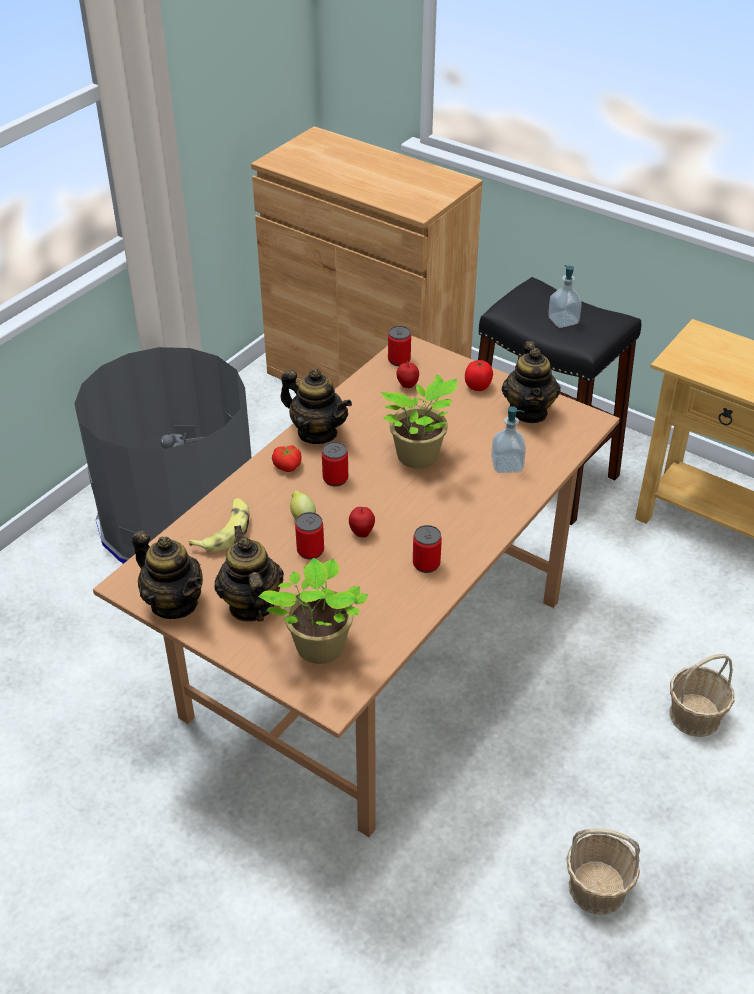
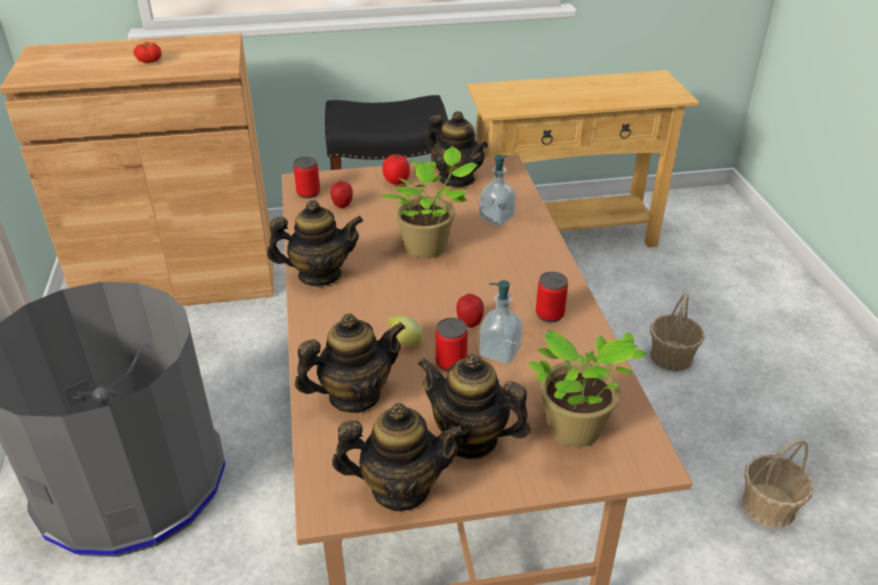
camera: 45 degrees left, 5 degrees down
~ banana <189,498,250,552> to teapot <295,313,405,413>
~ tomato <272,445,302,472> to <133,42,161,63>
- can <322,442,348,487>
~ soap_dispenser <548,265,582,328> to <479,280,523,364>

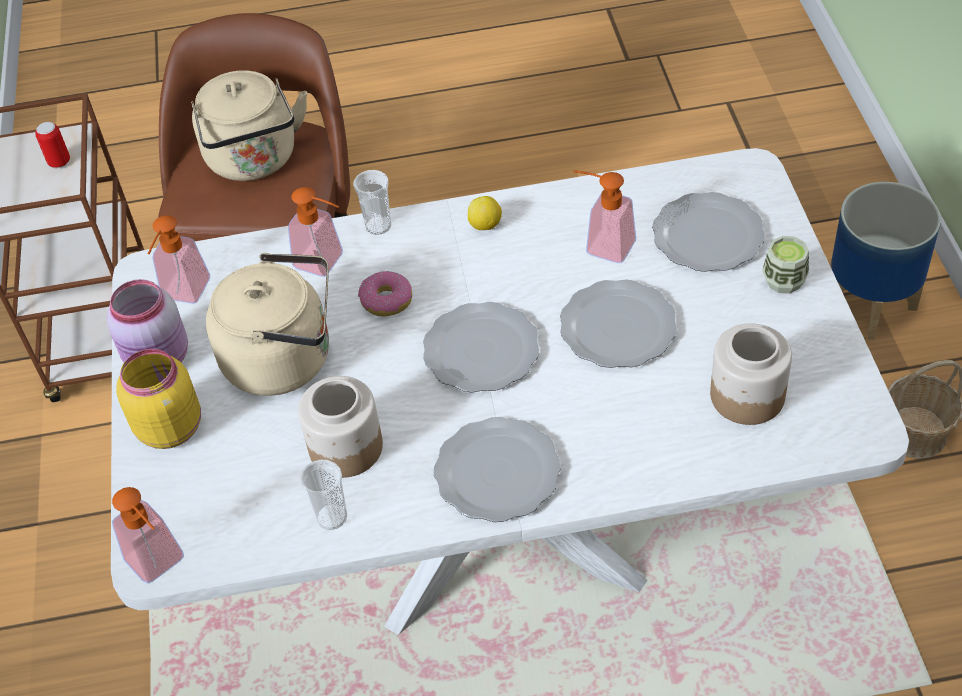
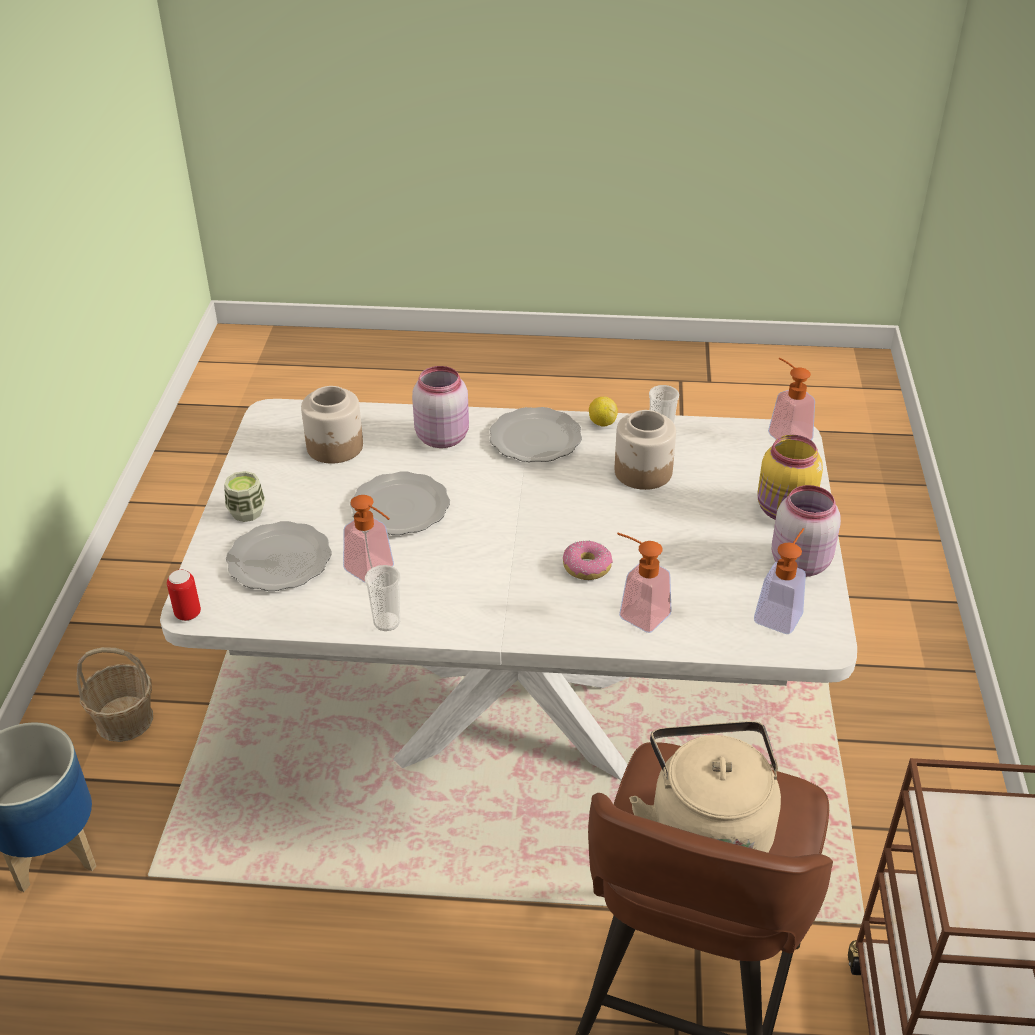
camera: 170 degrees left, 10 degrees down
~ can <35,122,70,168> to <167,570,201,621>
- beige_kettle <206,253,329,396>
~ cup <353,170,391,235> to <365,565,401,631>
- plate <423,302,540,393>
~ lemon <468,196,502,230> to <589,397,618,427>
+ pink_jar <412,366,469,448>

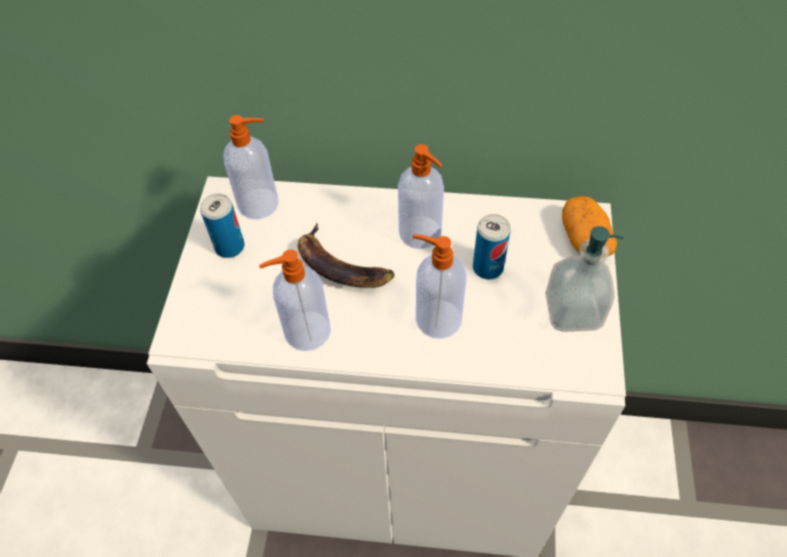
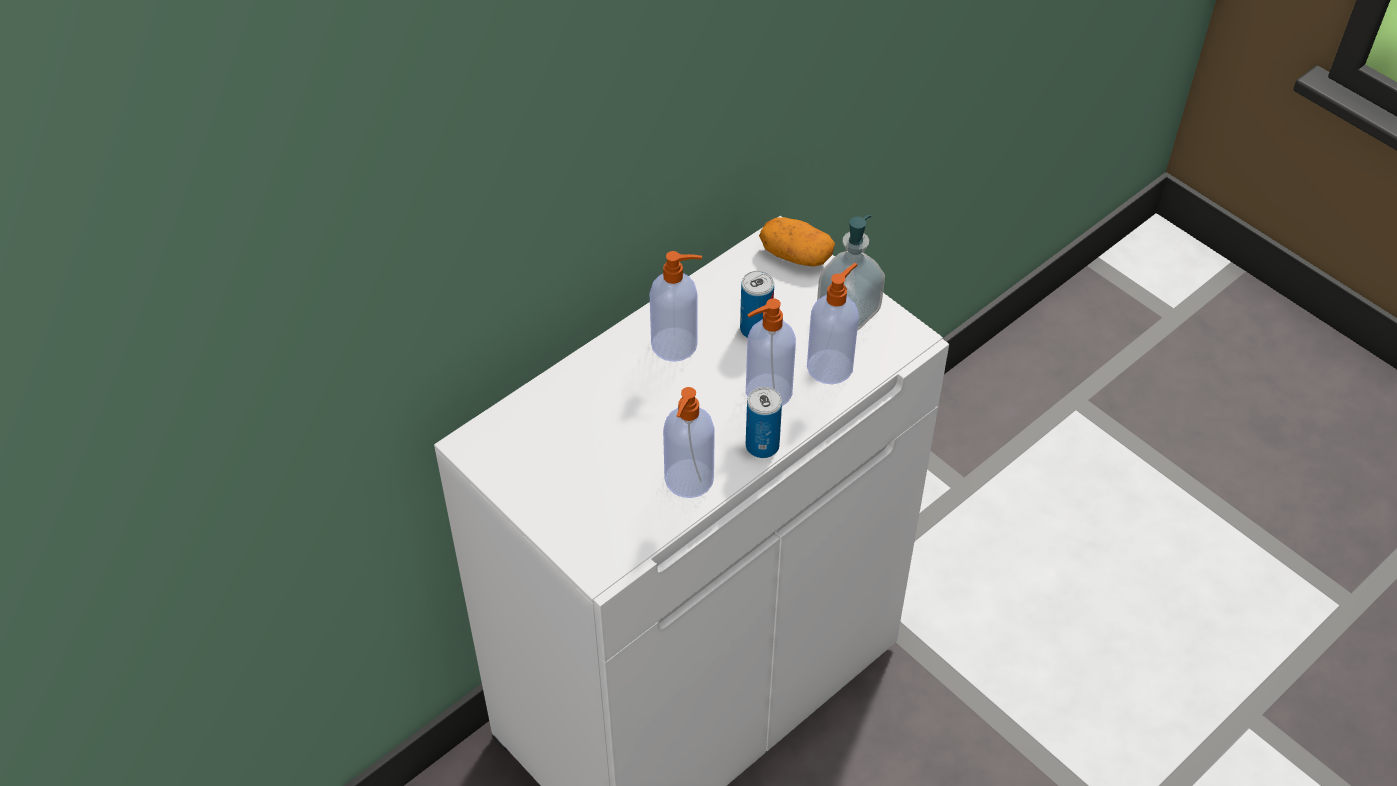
camera: 50 degrees left, 5 degrees down
~ can <200,193,244,258> to <746,387,782,458>
~ soap_dispenser <224,115,279,219> to <807,263,859,384>
- banana <298,223,395,288>

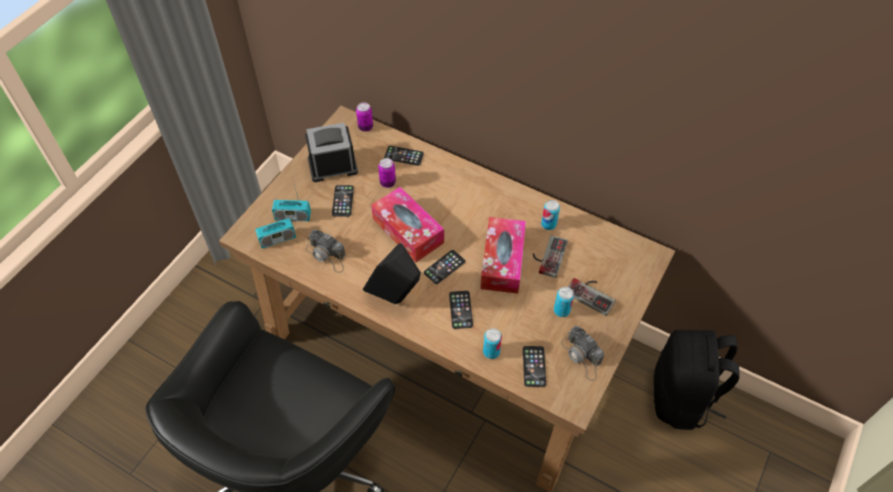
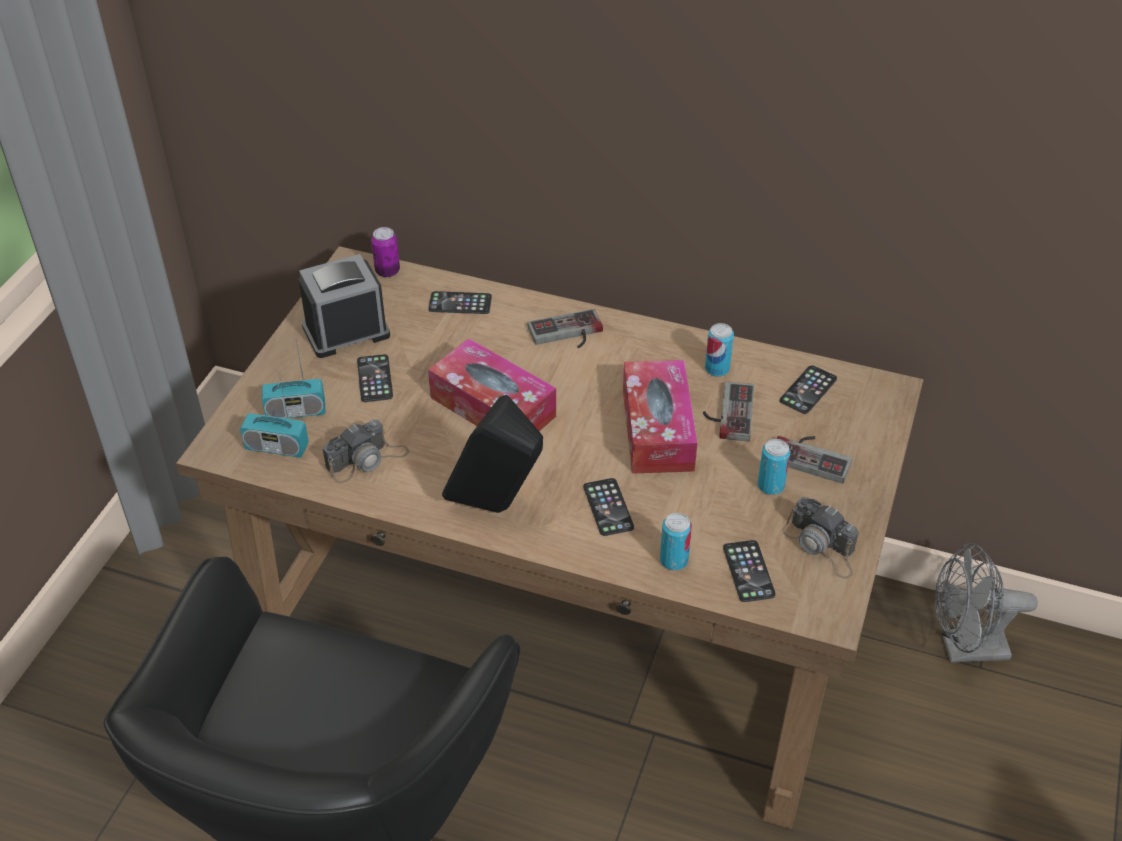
camera: 10 degrees left, 10 degrees down
~ radio <255,199,296,249> = <240,375,309,458> 45 degrees clockwise
~ photo_camera <306,230,346,273> = <323,420,409,483> 60 degrees counterclockwise
- can <378,158,396,188>
~ phone <424,250,465,284> to <780,365,837,414>
~ black_backpack <653,330,740,430> to grey_fan <935,543,1038,663>
+ game_controller <528,309,603,348>

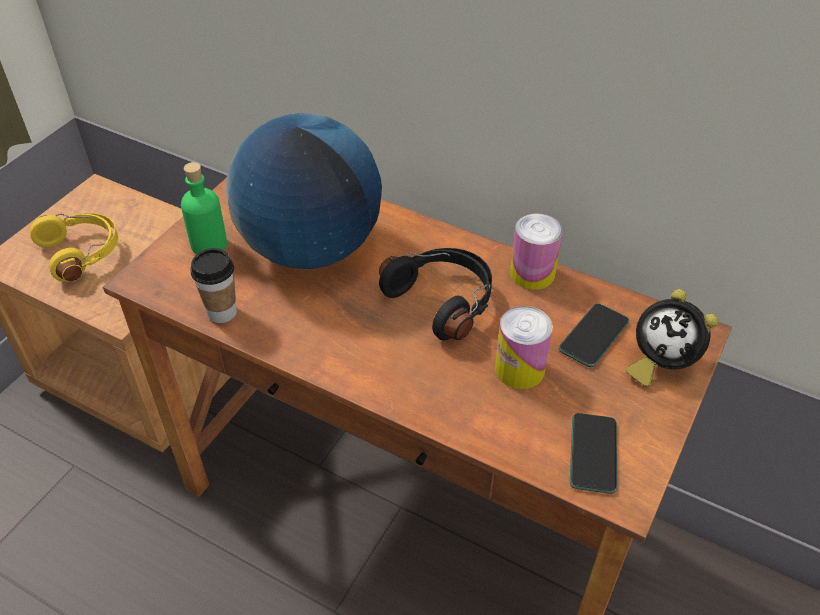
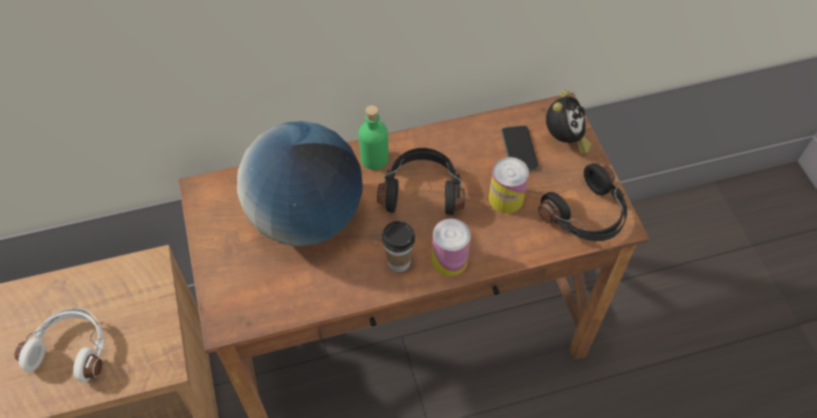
camera: 45 degrees left, 10 degrees up
~ yellow_headphones <30,213,118,282> to white_headphones <14,308,105,382>
~ green_bottle <181,162,227,254> to <359,105,389,170>
~ cup <190,248,237,323> to <382,221,415,272>
~ can <510,214,563,290> to <432,218,471,276>
~ phone <570,413,617,494> to black_headphones <538,163,627,241>
~ alarm_clock <626,289,718,386> = <546,90,591,155> 60 degrees counterclockwise

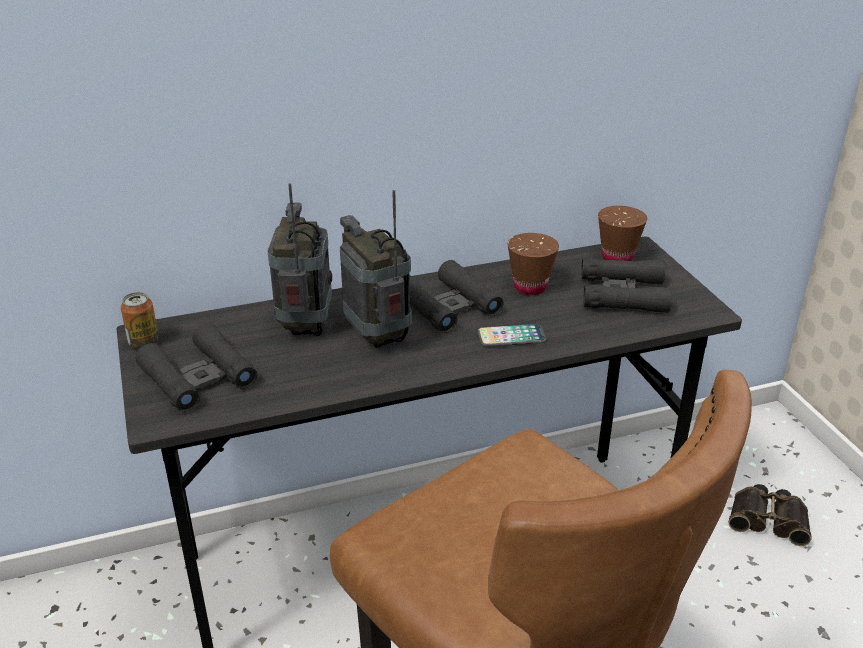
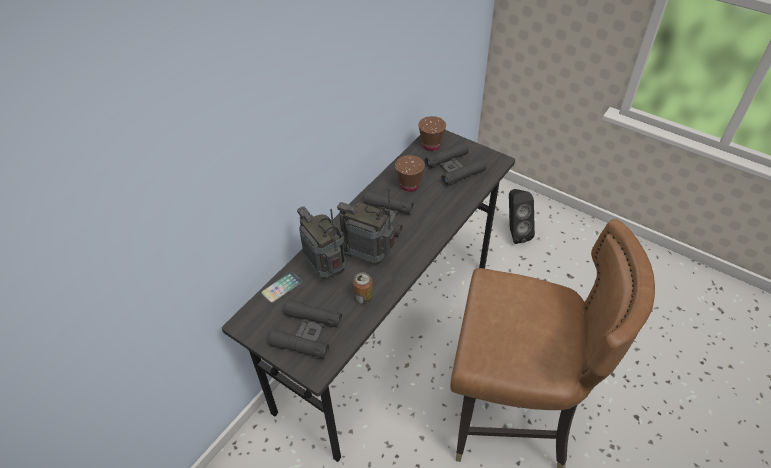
camera: 35 degrees left, 15 degrees up
~ can <121,292,159,349> to <353,272,373,304>
~ phone <477,324,546,347> to <261,272,302,304>
~ binoculars <729,484,811,546> to black_speaker <509,189,535,244>

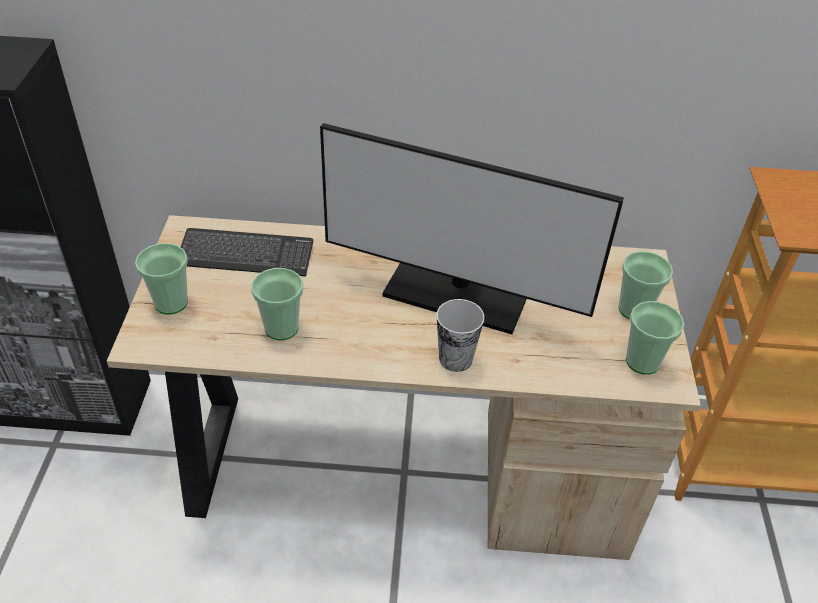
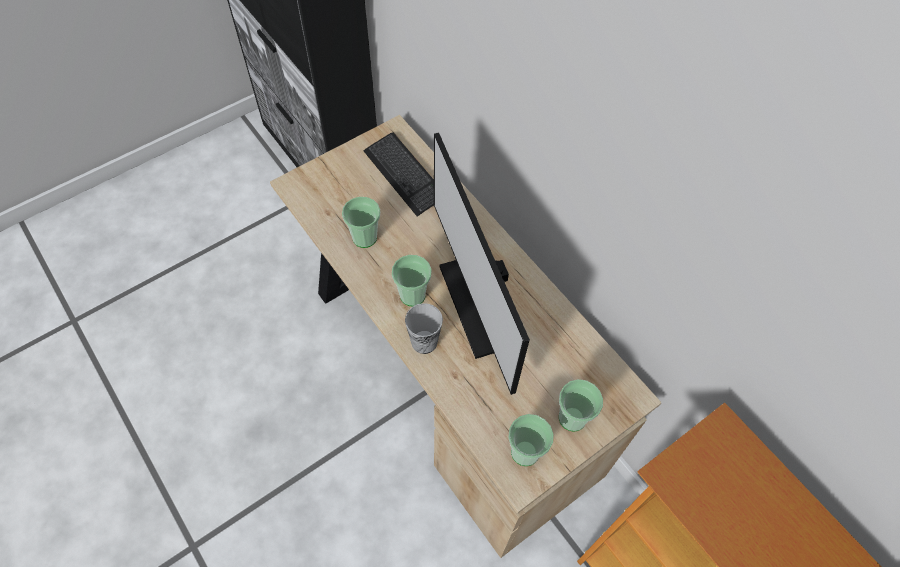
camera: 50 degrees right, 15 degrees up
~ cup <135,243,188,314> to <392,255,432,306>

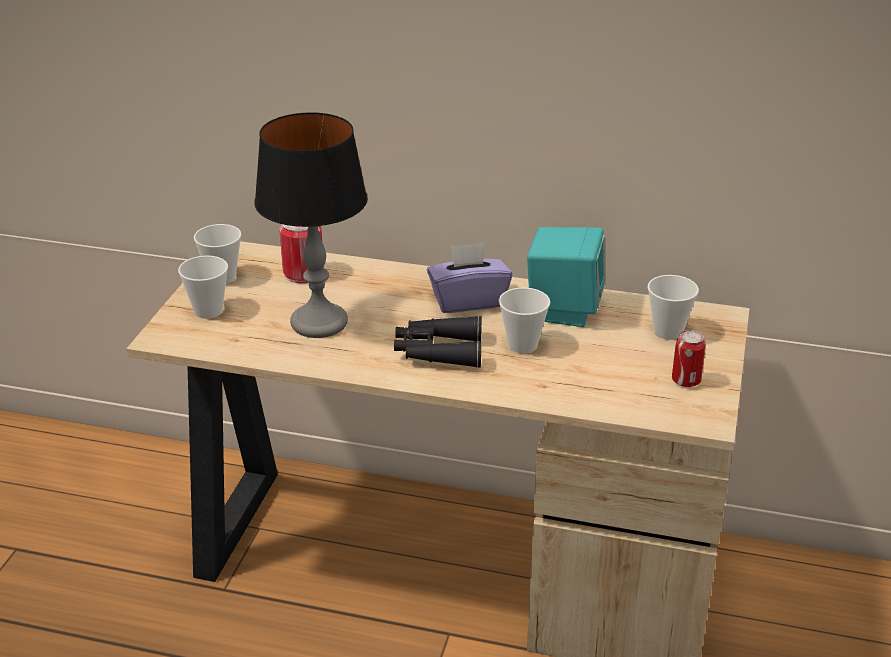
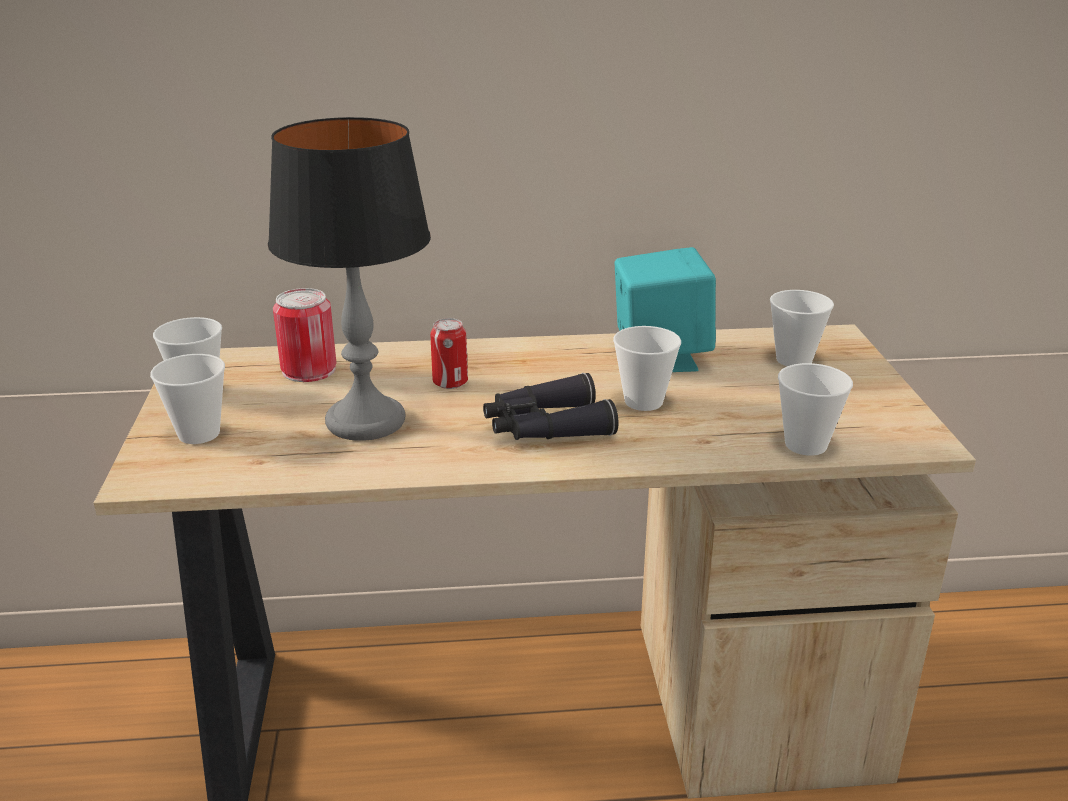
camera: 20 degrees left, 5 degrees down
- purple_tissue_box <427,243,512,313>
~ can <672,330,706,387> to <431,318,468,389>
+ cup <778,363,853,456>

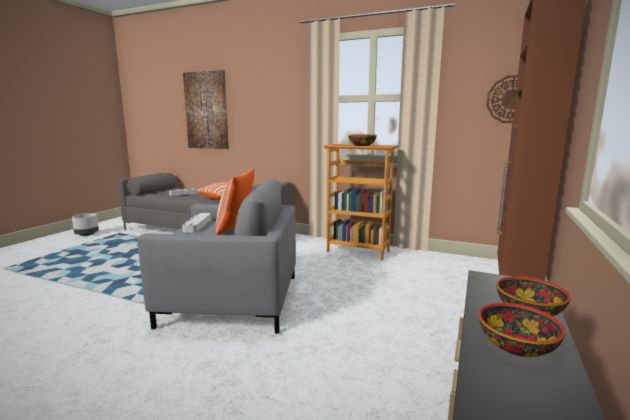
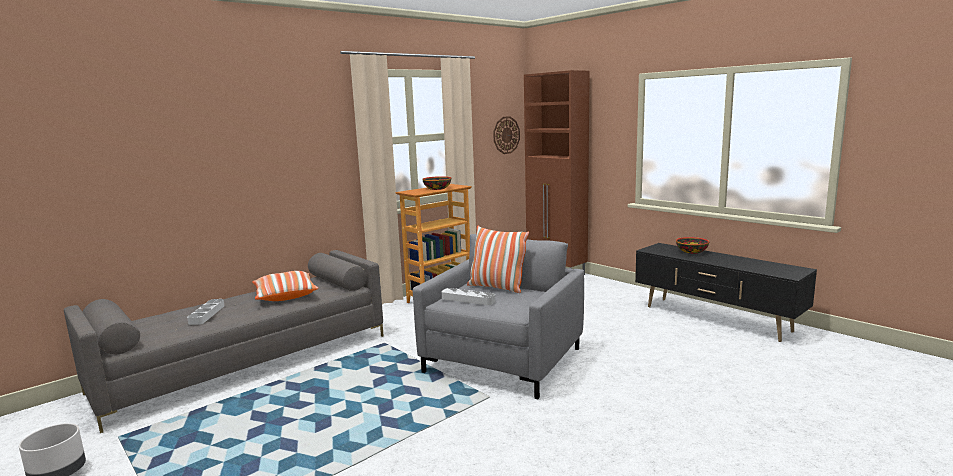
camera: 65 degrees left, 0 degrees up
- picture <183,70,229,149>
- bowl <479,303,566,357>

